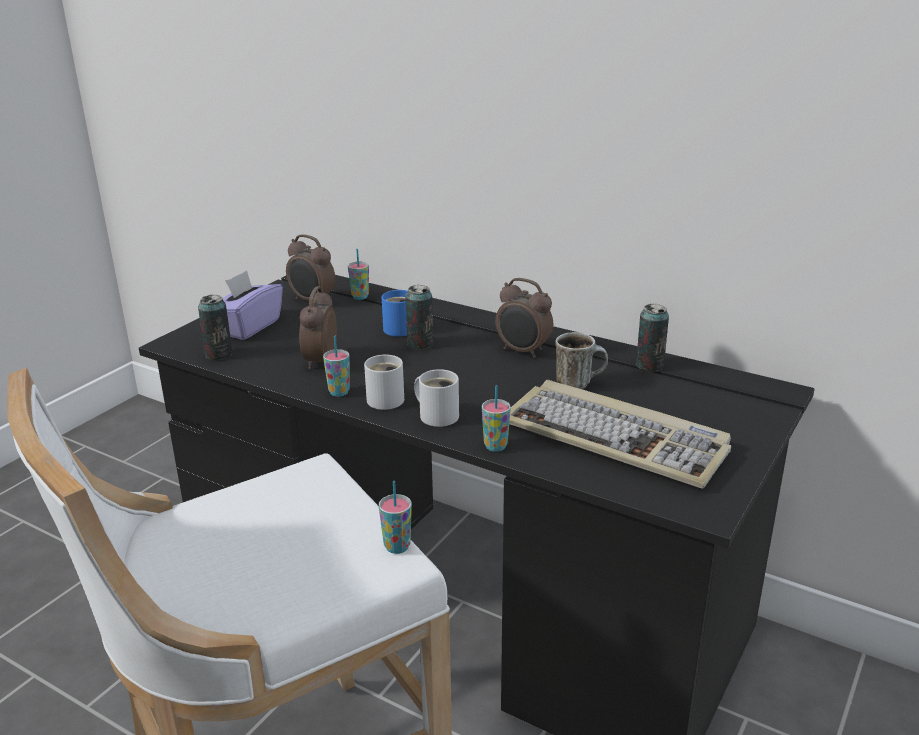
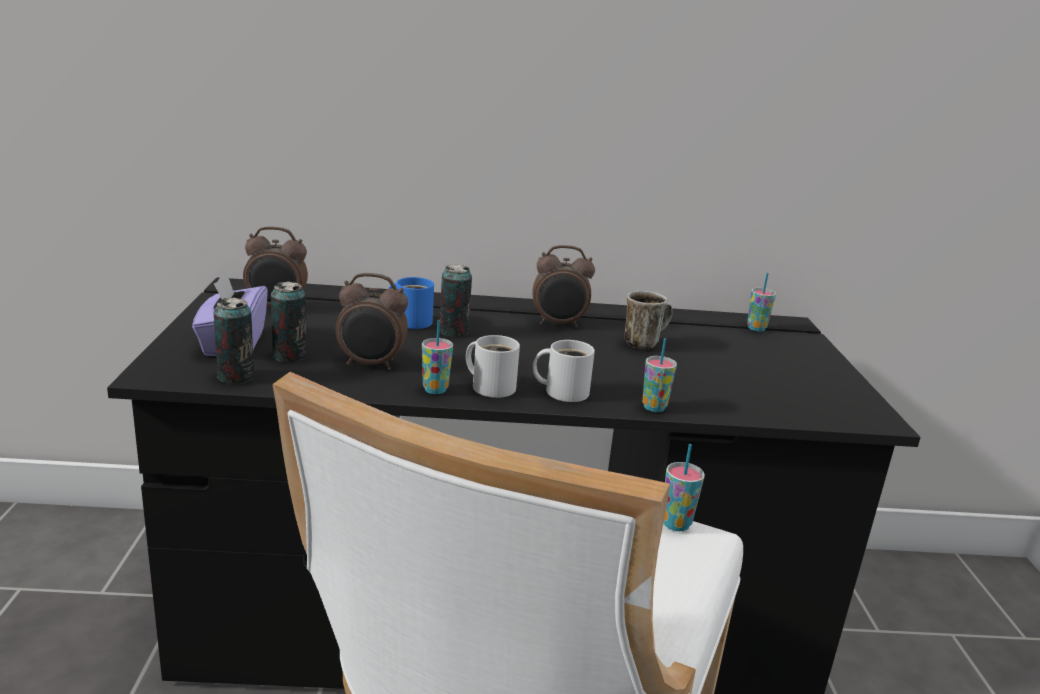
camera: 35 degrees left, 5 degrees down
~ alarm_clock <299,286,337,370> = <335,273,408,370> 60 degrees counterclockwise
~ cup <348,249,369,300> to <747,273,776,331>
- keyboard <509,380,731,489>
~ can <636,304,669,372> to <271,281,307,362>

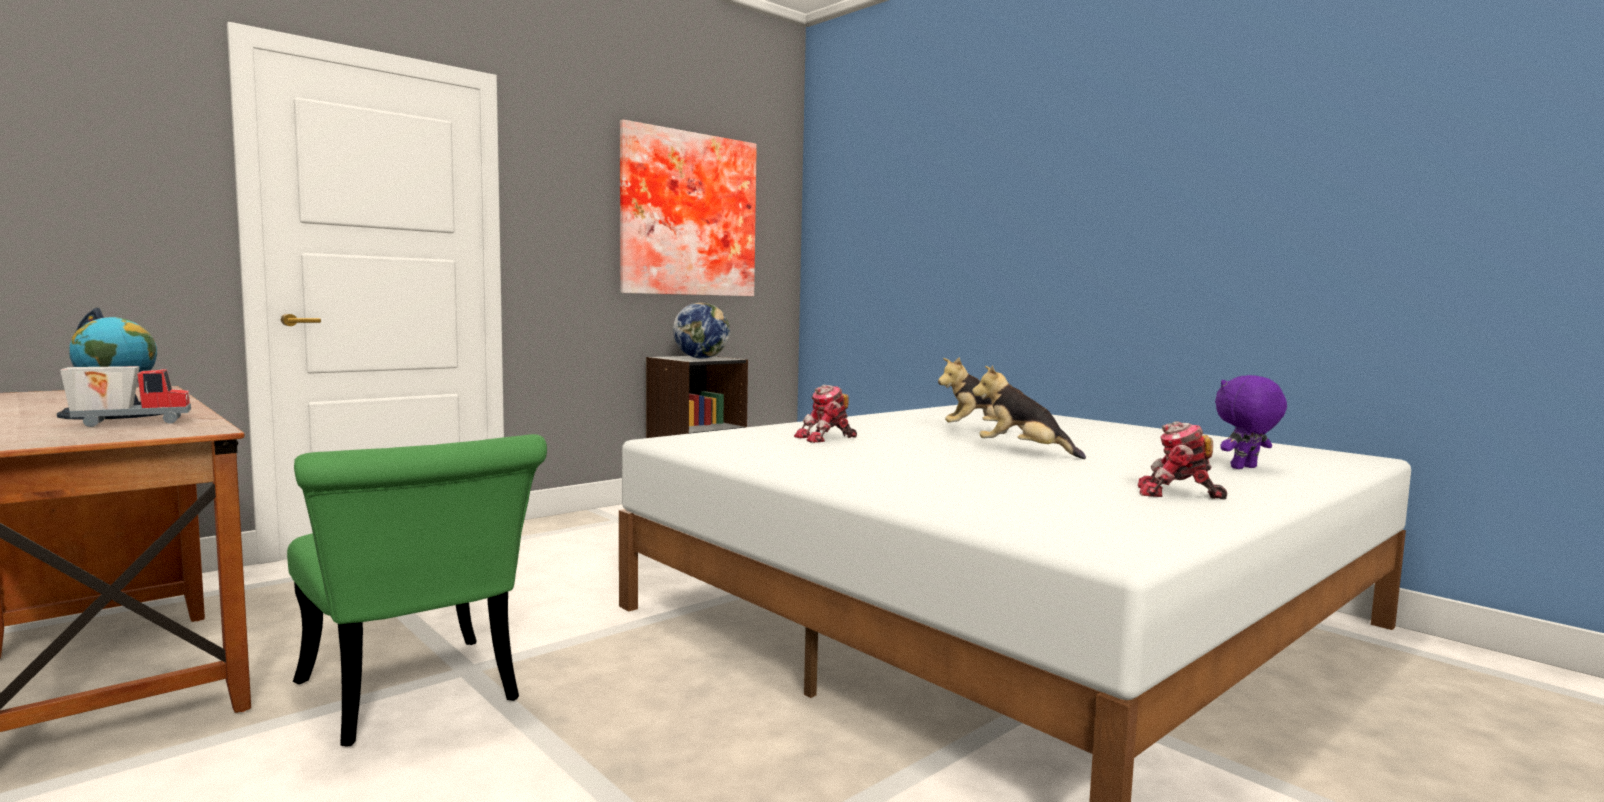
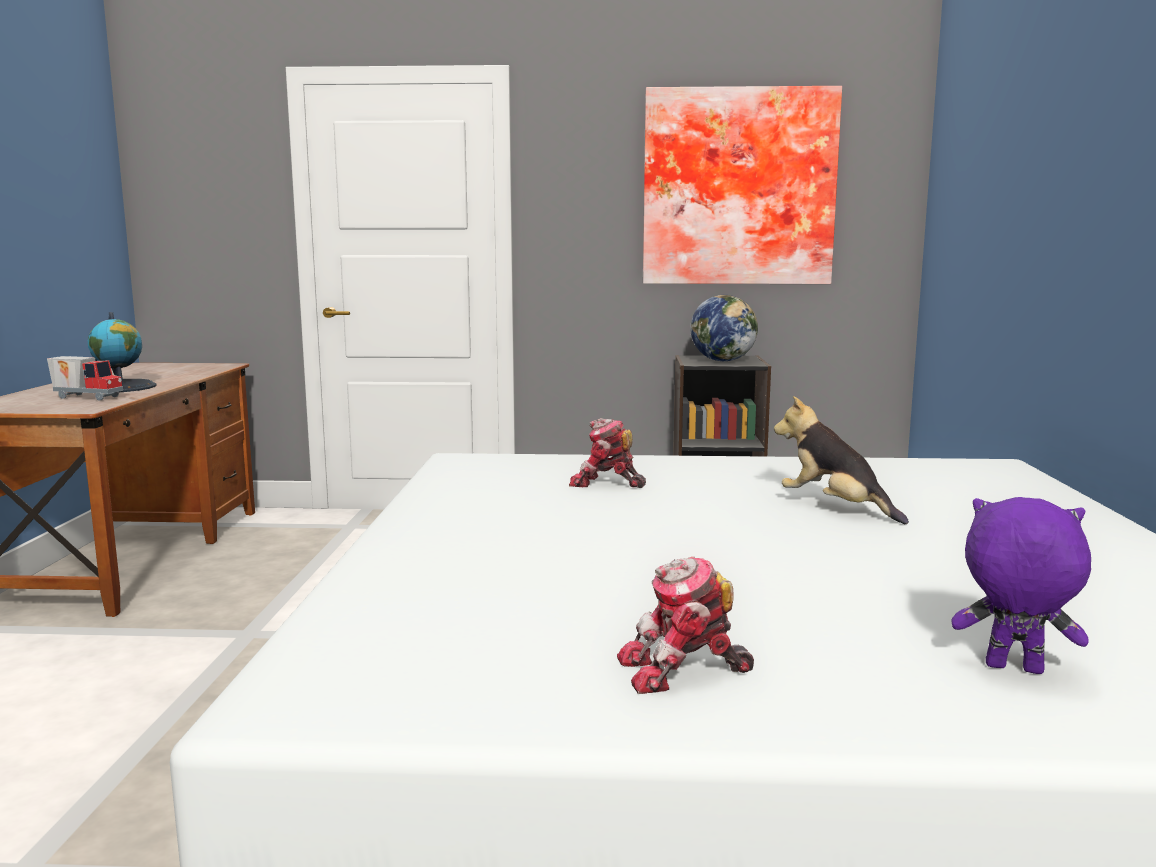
camera: 45 degrees right, 5 degrees up
- green_chair <287,434,547,747>
- plush_toy <972,365,1086,459>
~ toy_robot <1138,421,1227,500> = <617,557,754,694> 75 degrees counterclockwise

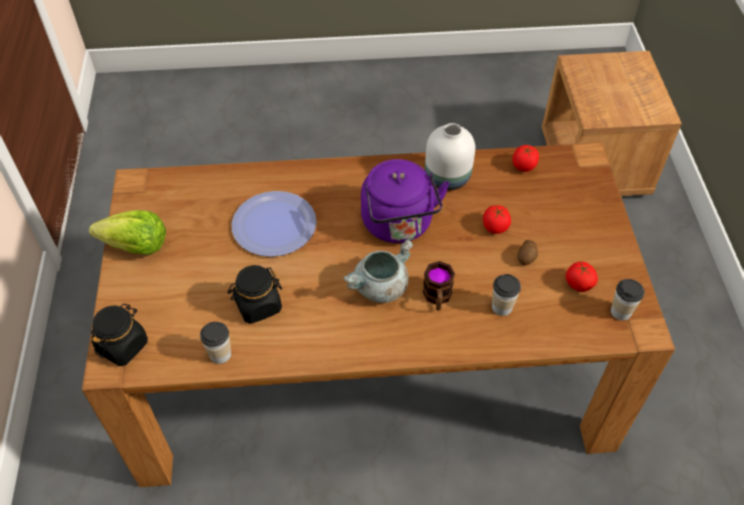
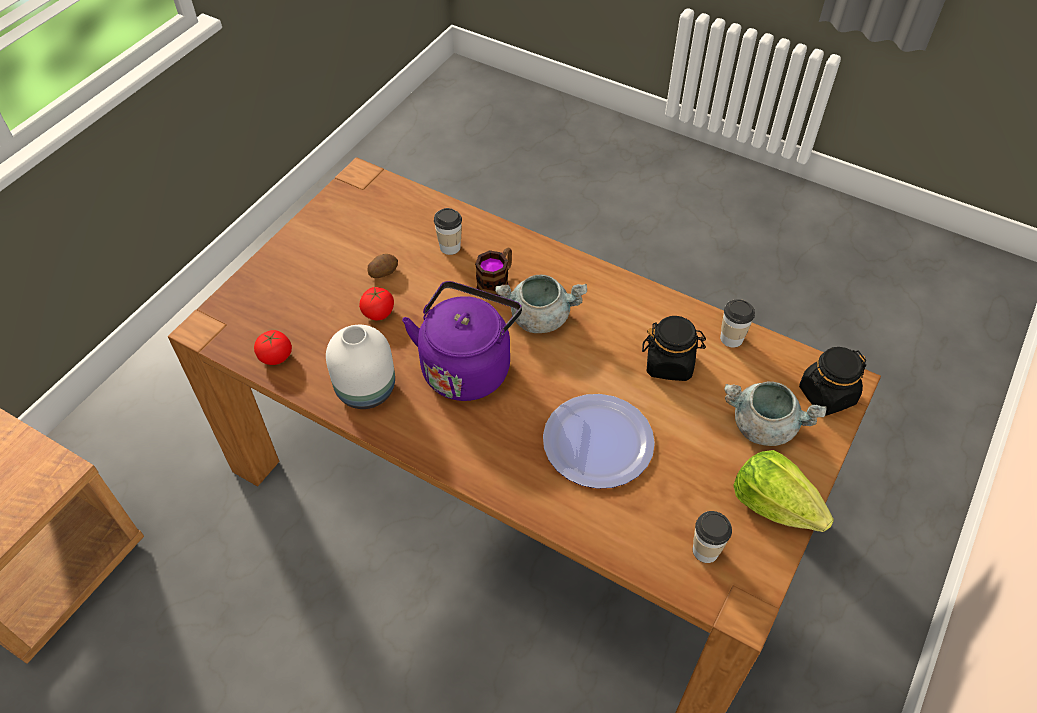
camera: 145 degrees left, 0 degrees up
- tomato <566,261,598,292>
~ cup <611,279,645,320> to <693,511,732,563>
+ grey_cooking_pot <724,381,826,446>

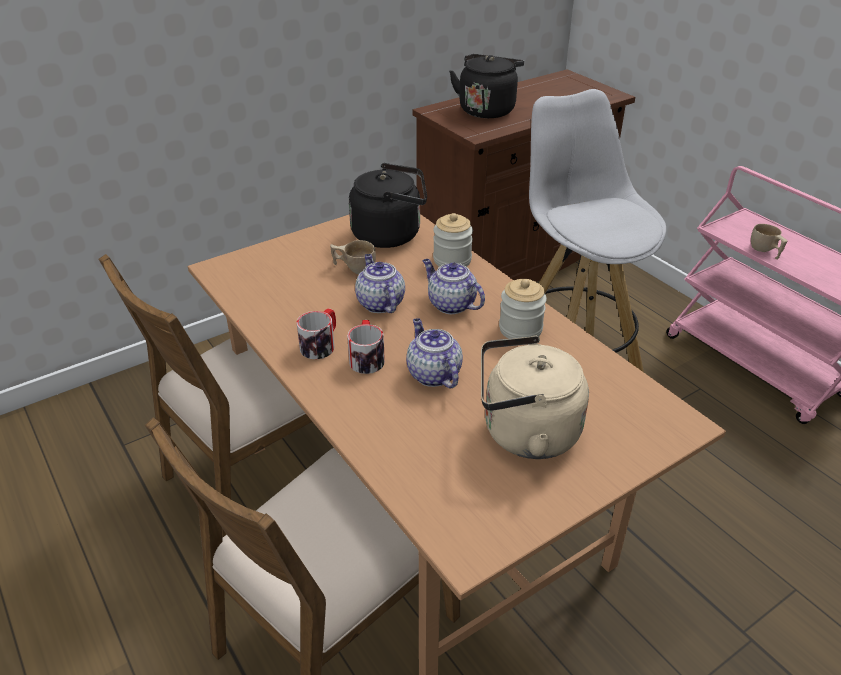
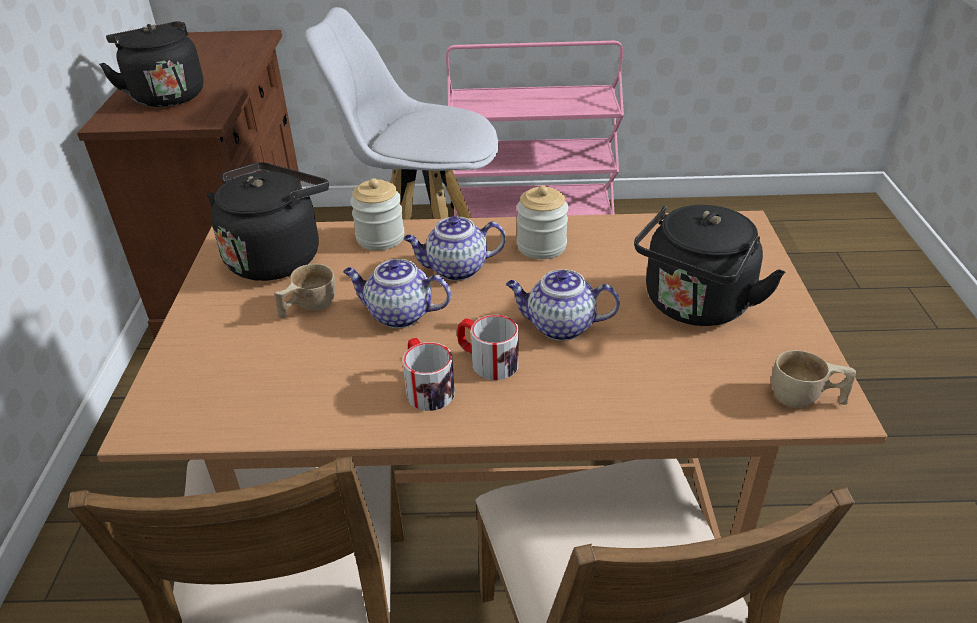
camera: 55 degrees left, 0 degrees up
~ beige_kettle <481,336,589,459> to black_kettle <634,205,785,326>
~ beige_cup <751,224,787,260> to <771,350,856,408>

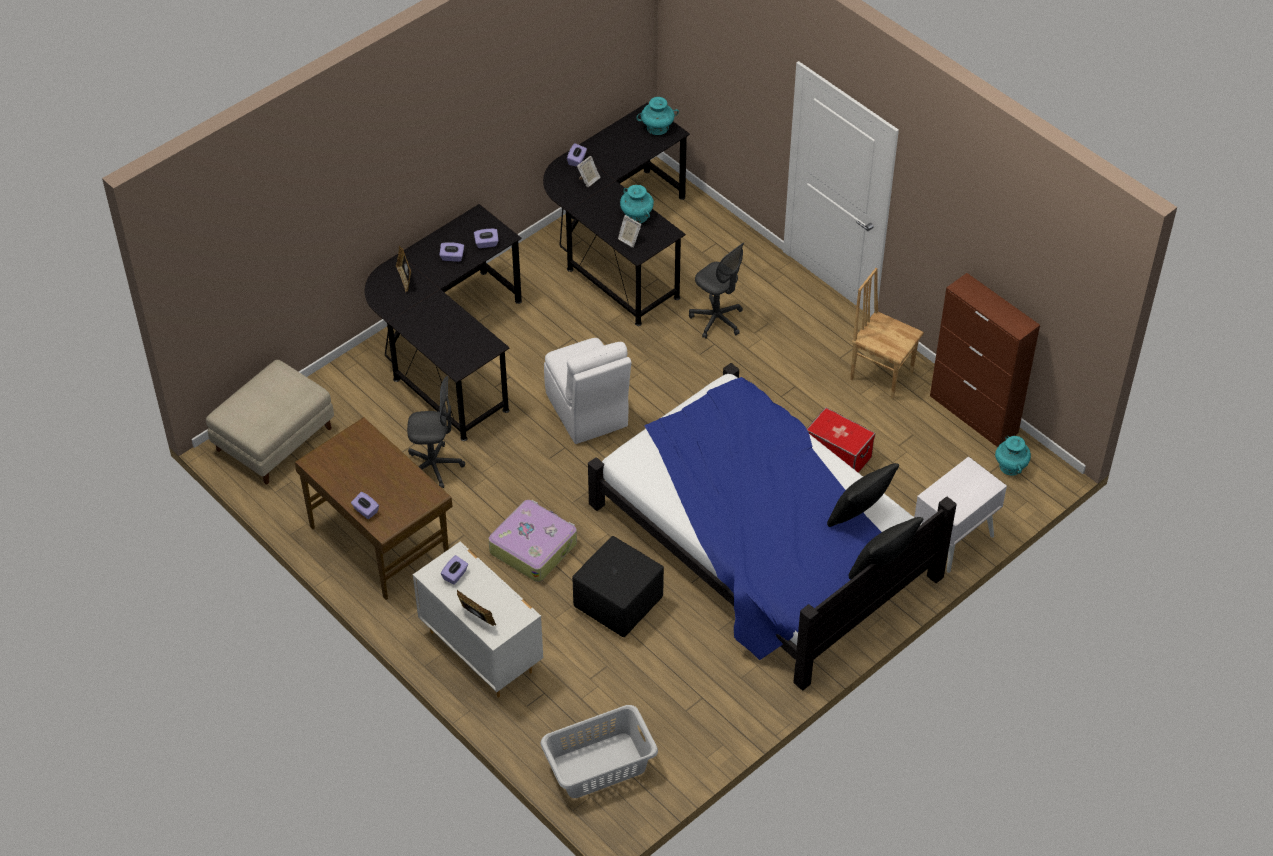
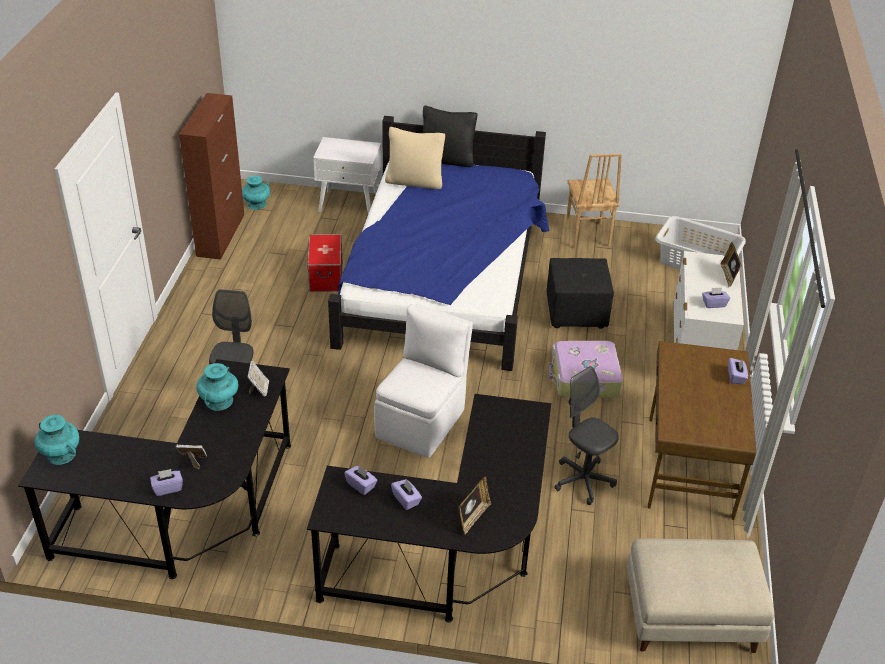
camera: 130 degrees left, 10 degrees down
~ black_pillow <827,463,899,527> to beige_pillow <385,127,445,189>
~ brown_chair <850,268,924,399> to <566,154,622,248>

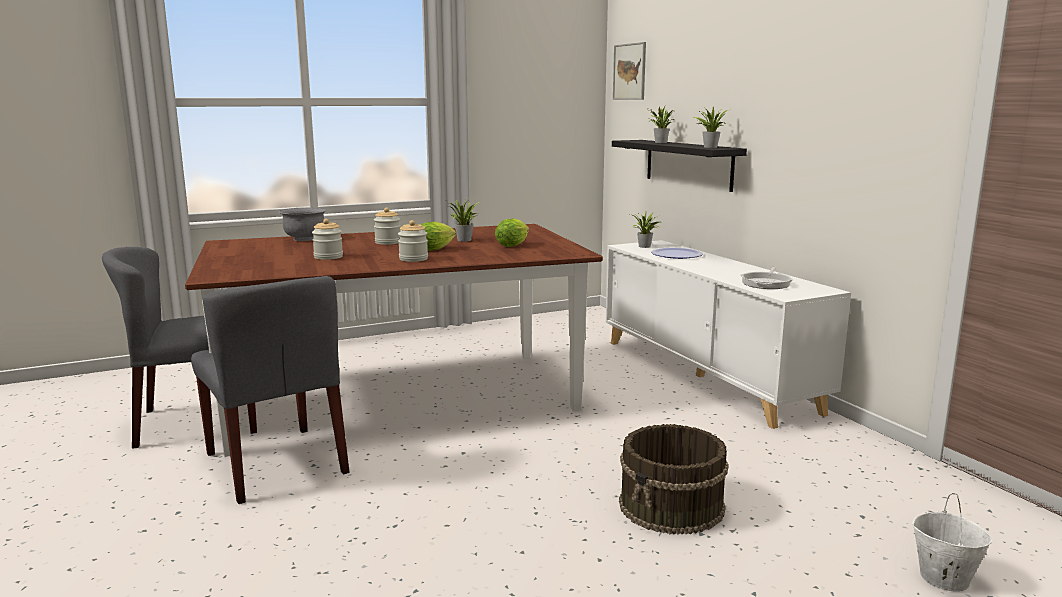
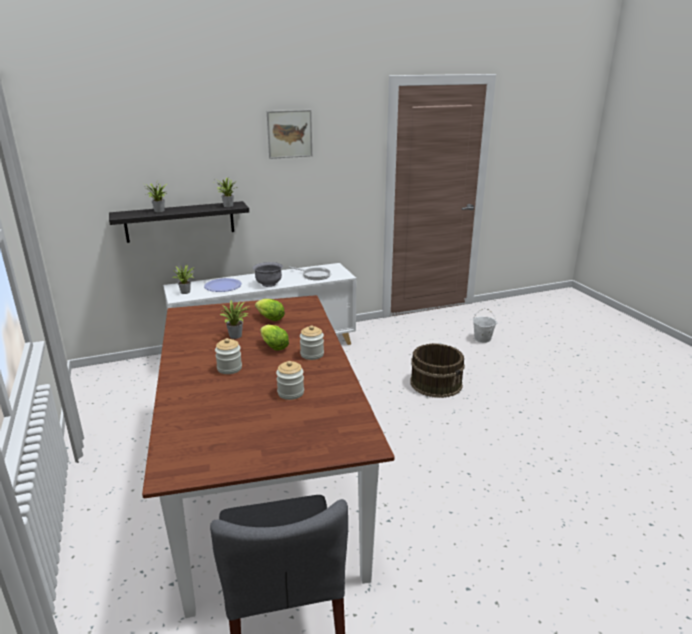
camera: 85 degrees left, 10 degrees up
- grey_chair <191,276,349,504>
~ grey_bowl <279,208,327,241> to <252,262,283,287>
~ picture <613,42,646,100> to <267,110,312,159>

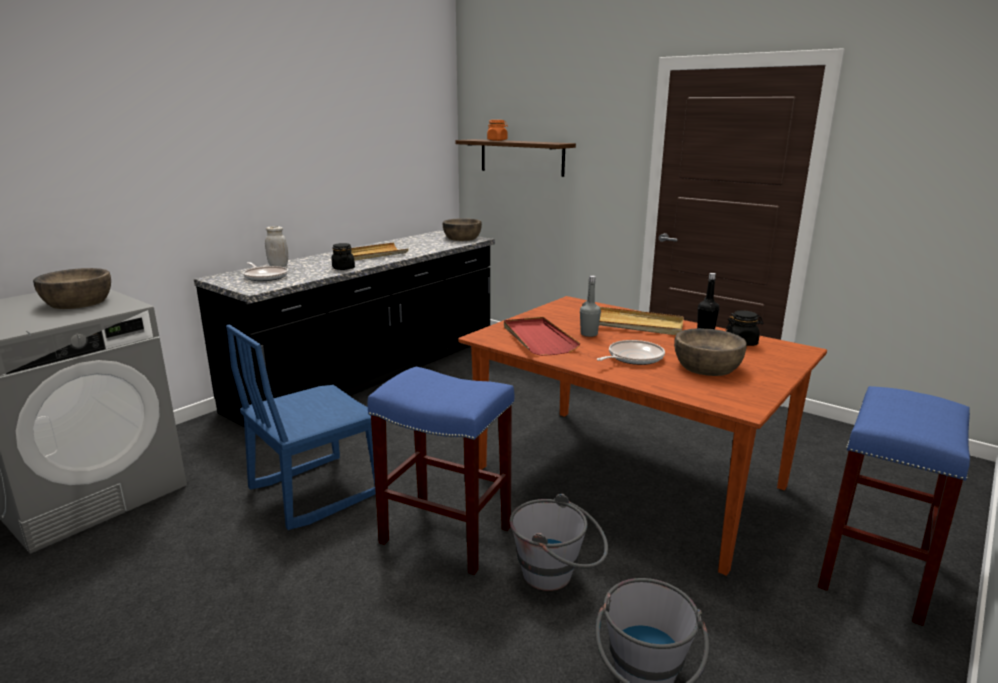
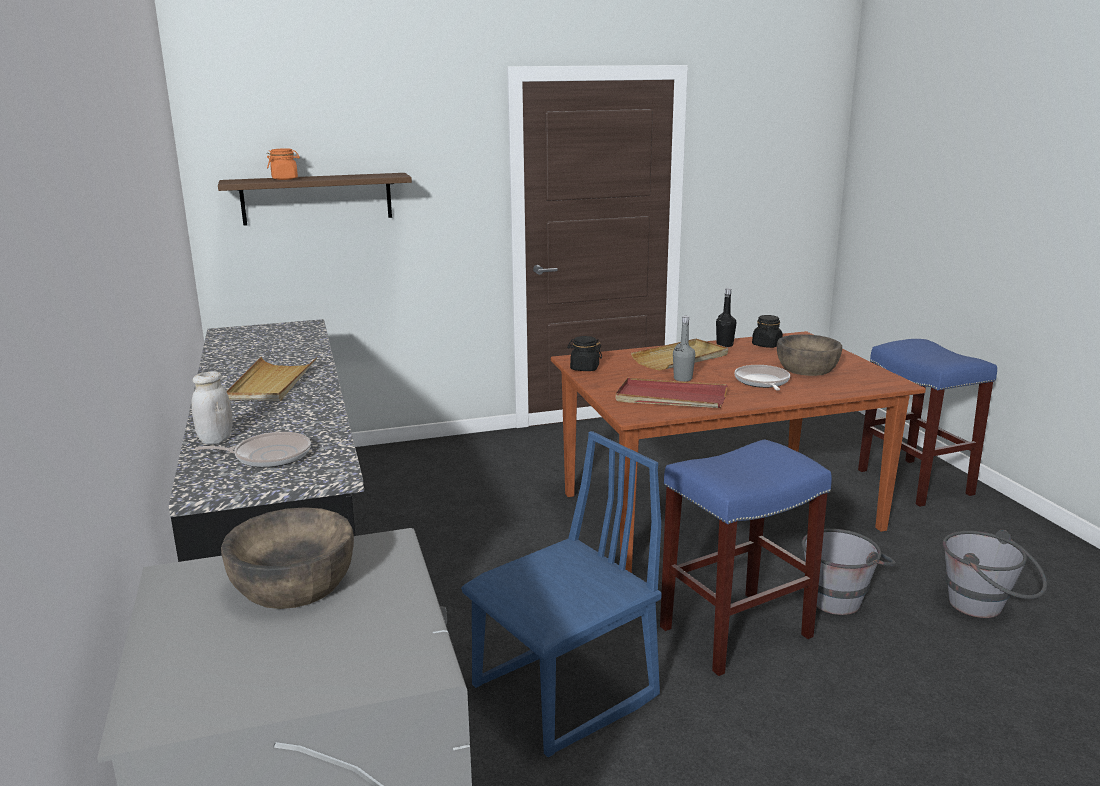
camera: 55 degrees left, 0 degrees up
~ blue_chair <226,324,376,530> = <461,431,661,757> 120 degrees counterclockwise
~ black_jar <331,243,355,270> to <567,336,602,371>
- brown_bowl <443,218,482,241>

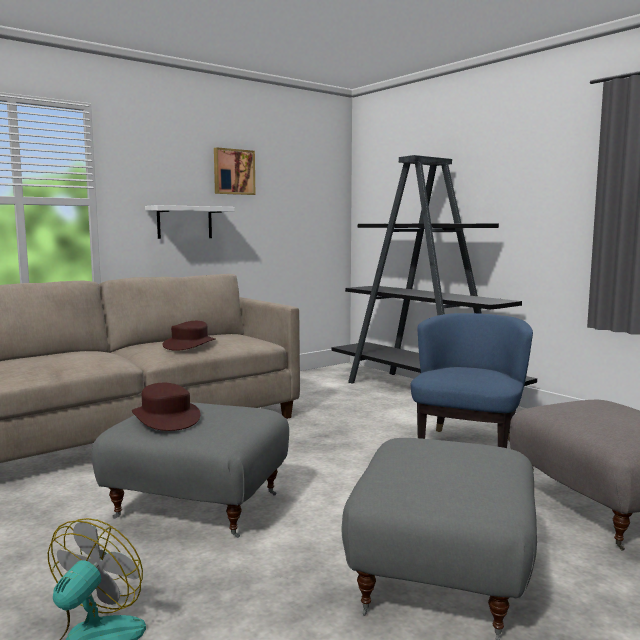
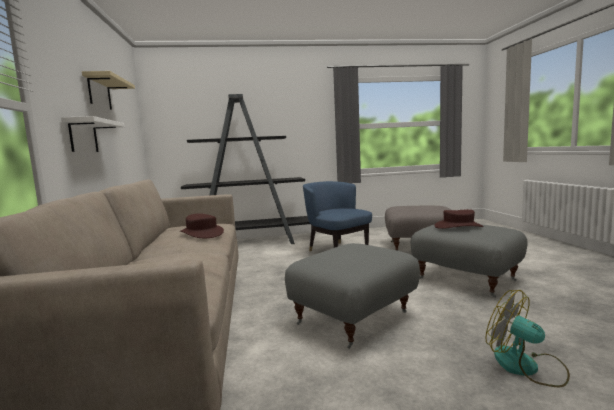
camera: 60 degrees left, 0 degrees up
~ brown_hat <132,383,200,431> to <434,209,484,229>
~ picture <214,147,255,195> to beige_shelf <82,71,135,110>

